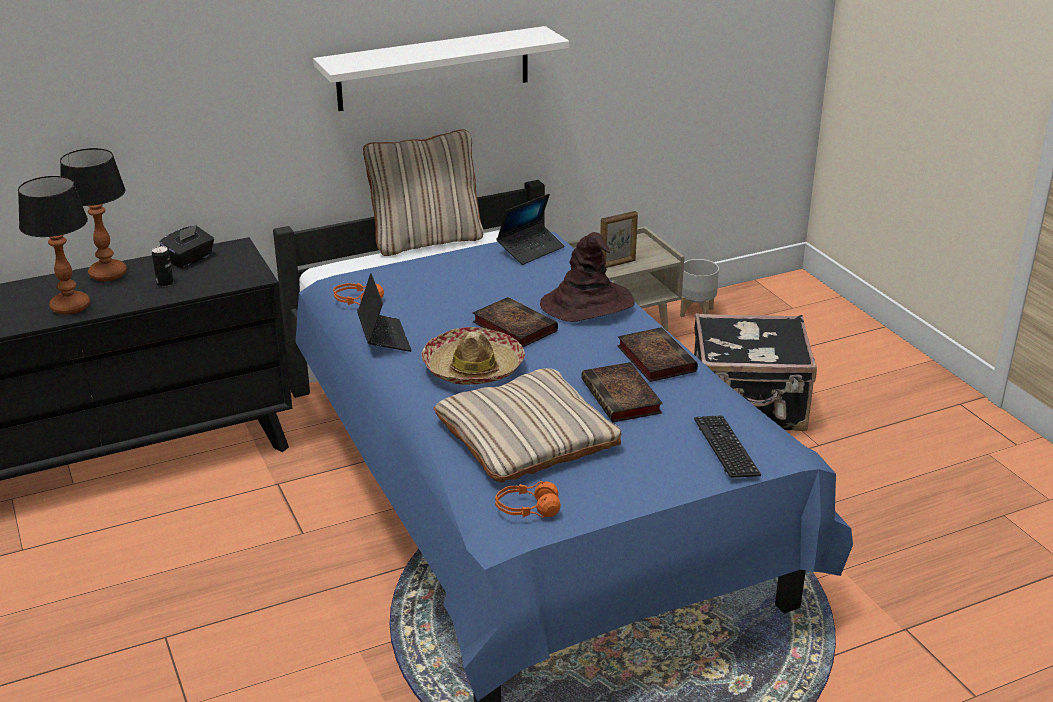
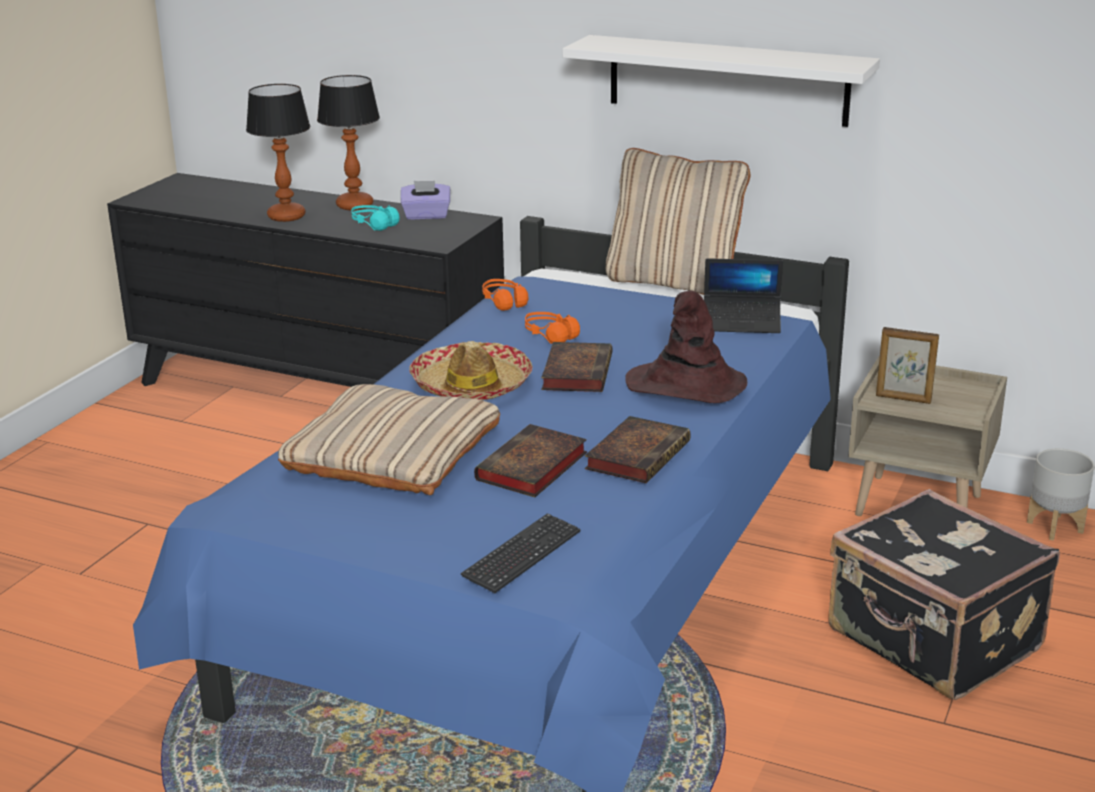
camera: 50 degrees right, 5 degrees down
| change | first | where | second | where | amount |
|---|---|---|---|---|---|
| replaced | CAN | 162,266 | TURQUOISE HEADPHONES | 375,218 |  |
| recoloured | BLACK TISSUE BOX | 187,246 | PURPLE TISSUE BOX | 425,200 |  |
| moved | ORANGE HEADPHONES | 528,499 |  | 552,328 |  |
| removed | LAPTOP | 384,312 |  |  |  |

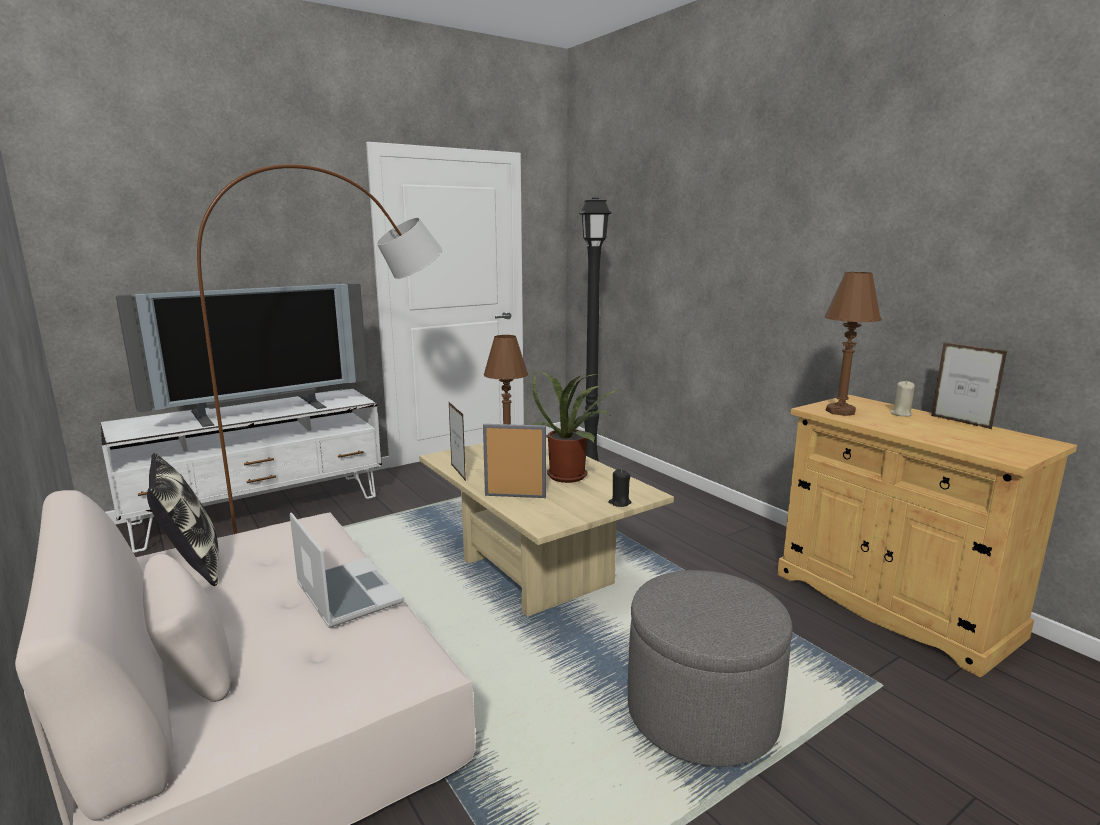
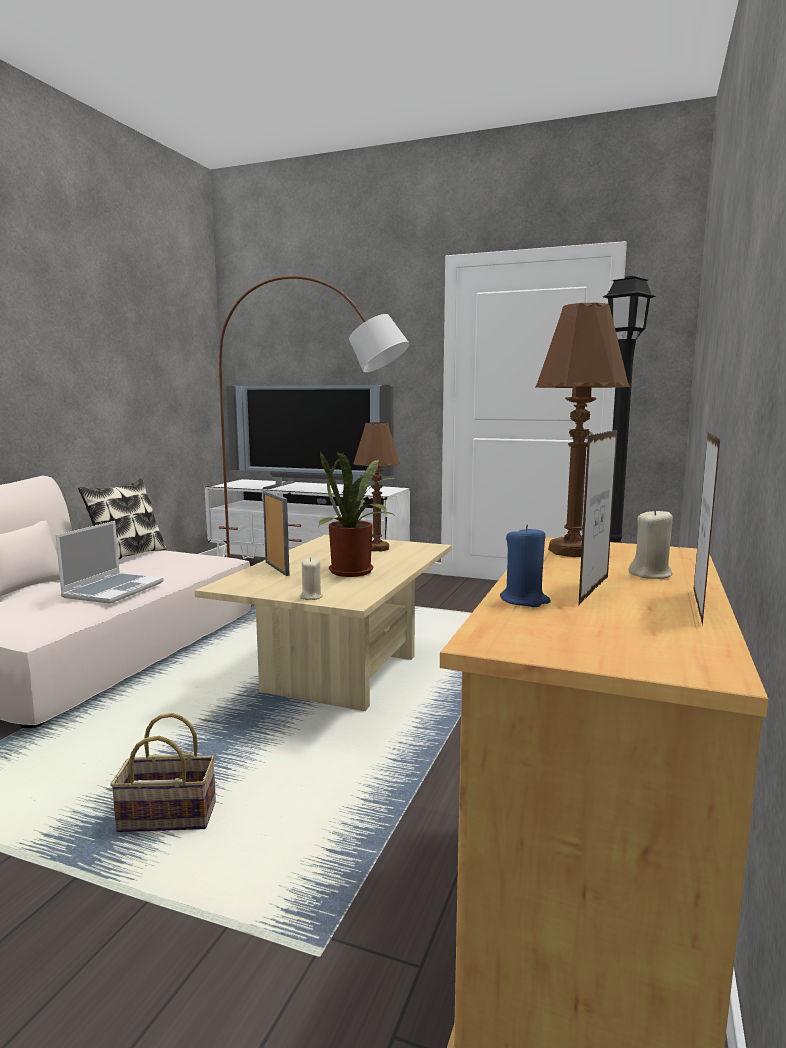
camera: 55 degrees right, 5 degrees down
| change | first | where | second | where | amount |
|---|---|---|---|---|---|
| replaced | GREY OTTOMAN | 710,668 | BASKET | 163,772 |  |
| recoloured | BLACK CANDLE | 620,488 | BEIGE CANDLE | 311,578 |  |
| added |  |  | BLUE CANDLE | 525,566 |  |
| moved | PICTURE FRAME | 457,441 |  | 597,518 |  |

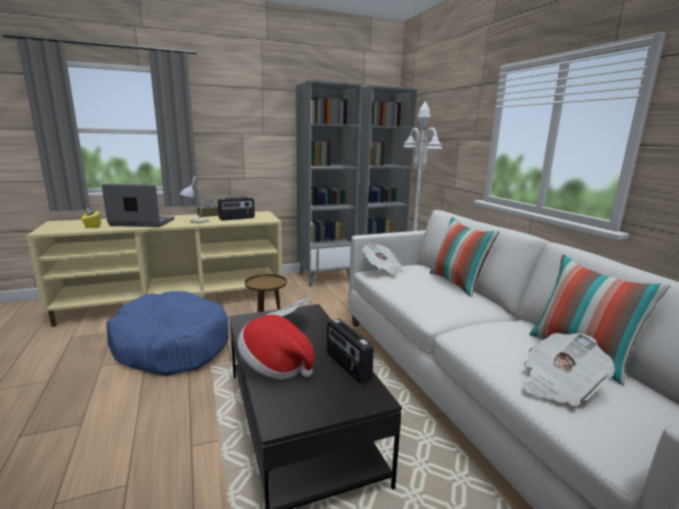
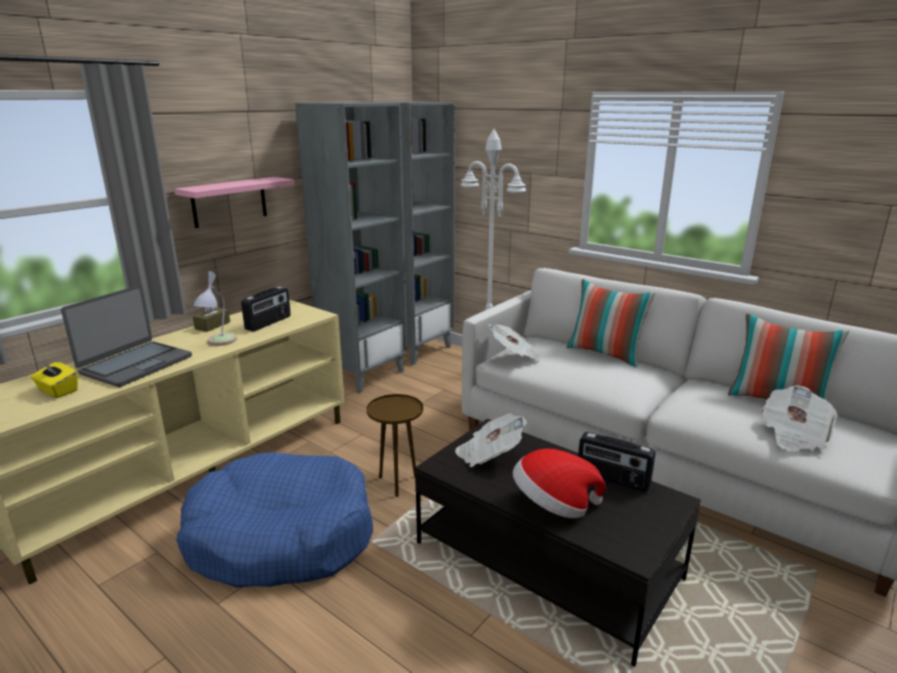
camera: 30 degrees left, 5 degrees up
| change | first | where | second | where | amount |
|---|---|---|---|---|---|
| turned | LAPTOP | 138,205 |  | 126,336 | 150 degrees clockwise |
| added |  |  | PINK SHELF | 234,202 |  |

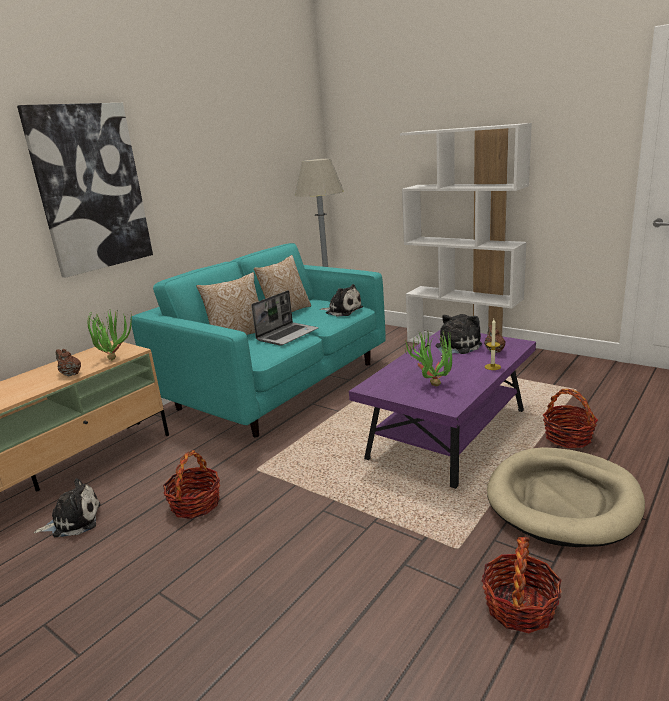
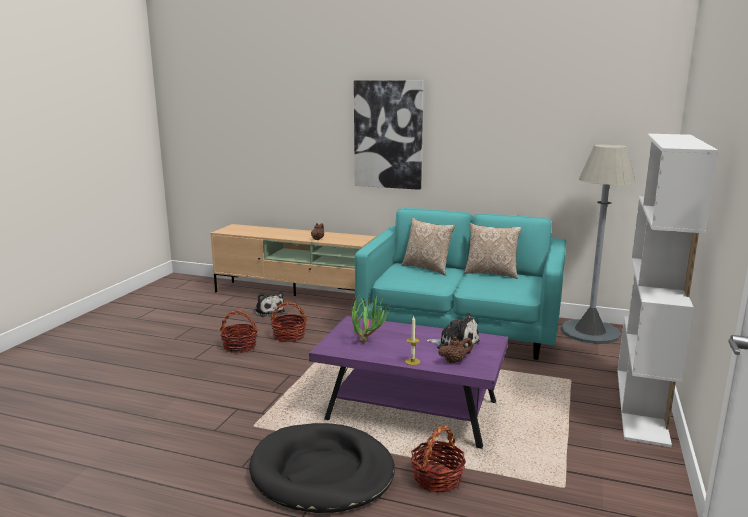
camera: 70 degrees right, 5 degrees down
| change | first | where | second | where | amount |
|---|---|---|---|---|---|
| moved | BASKET | 522,585 |  | 238,331 |  |
| recoloured | BEIGE DOG BED | 566,497 | BLACK DOG BED | 322,468 |  |
| removed | POTTED PLANT | 110,334 |  |  |  |
| removed | LAPTOP | 284,318 |  |  |  |
| removed | PLUSH TOY | 341,300 |  |  |  |

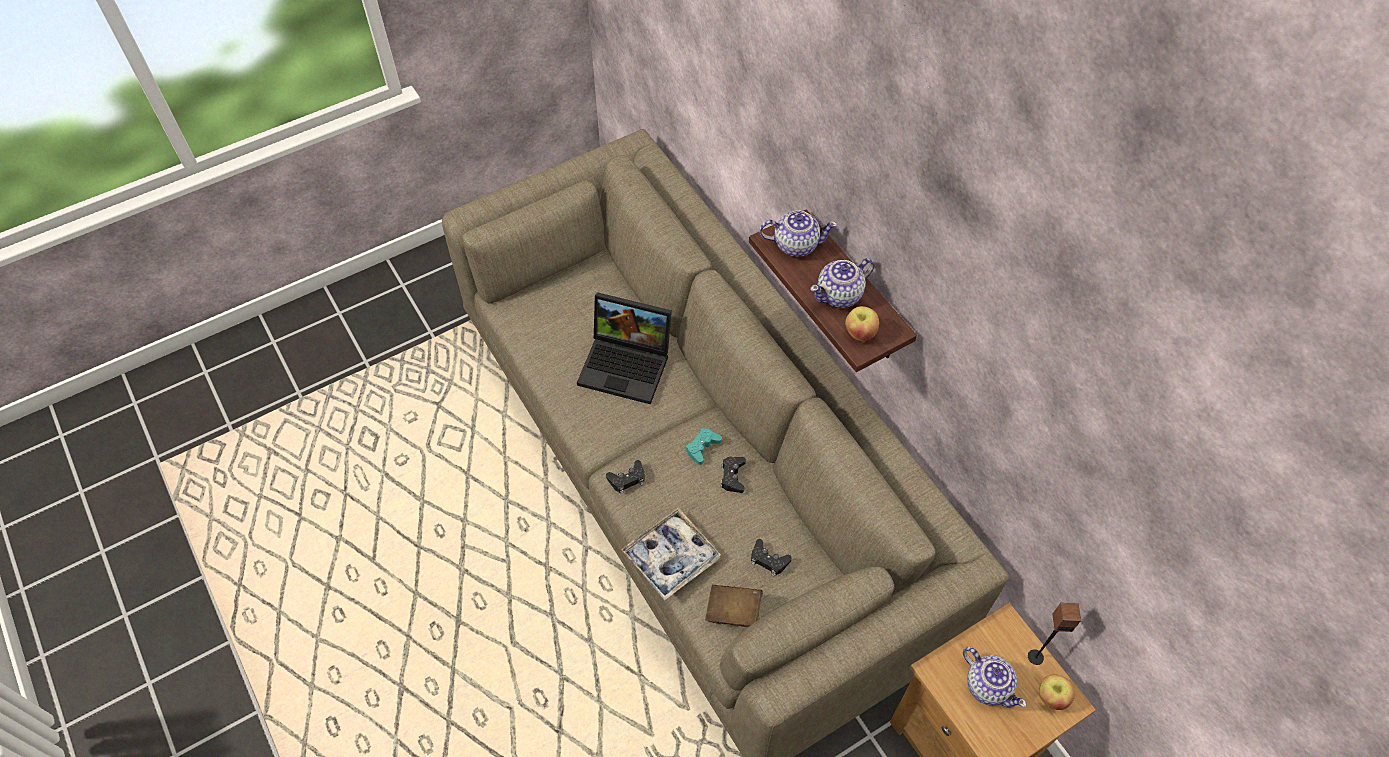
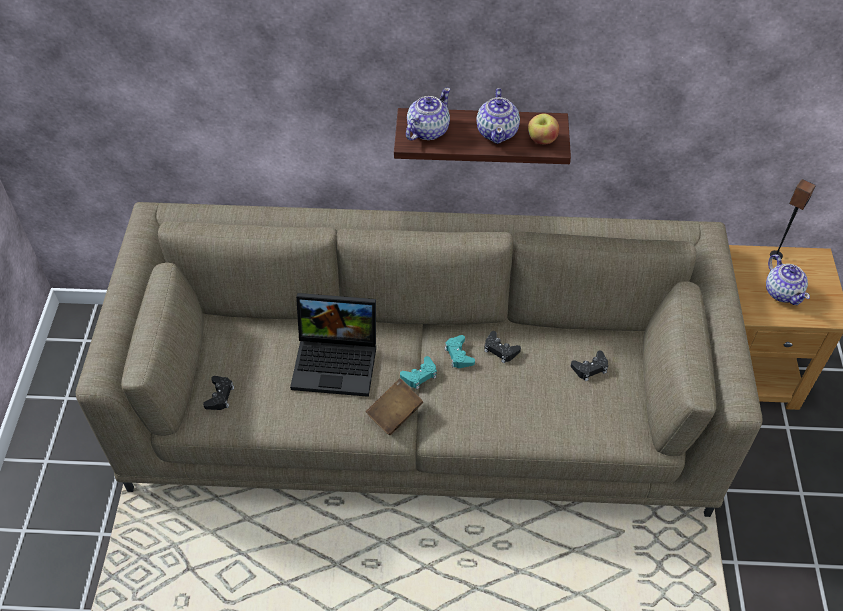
camera: 55 degrees left, 5 degrees down
| change | first | where | second | where | amount |
|---|---|---|---|---|---|
| moved | BLACK GAME CONTROLLER | 625,477 |  | 218,393 |  |
| turned | LAPTOP | 624,348 |  | 333,345 | 45 degrees clockwise |
| moved | BROWN BOOK | 734,606 |  | 394,407 |  |
| added |  |  | TURQUOISE GAME CONTROLLER | 418,372 |  |
| turned | TEAPOT | 995,677 |  | 788,280 | 75 degrees clockwise |
| removed | TRAY | 671,554 |  |  |  |
| removed | APPLE | 1056,692 |  |  |  |

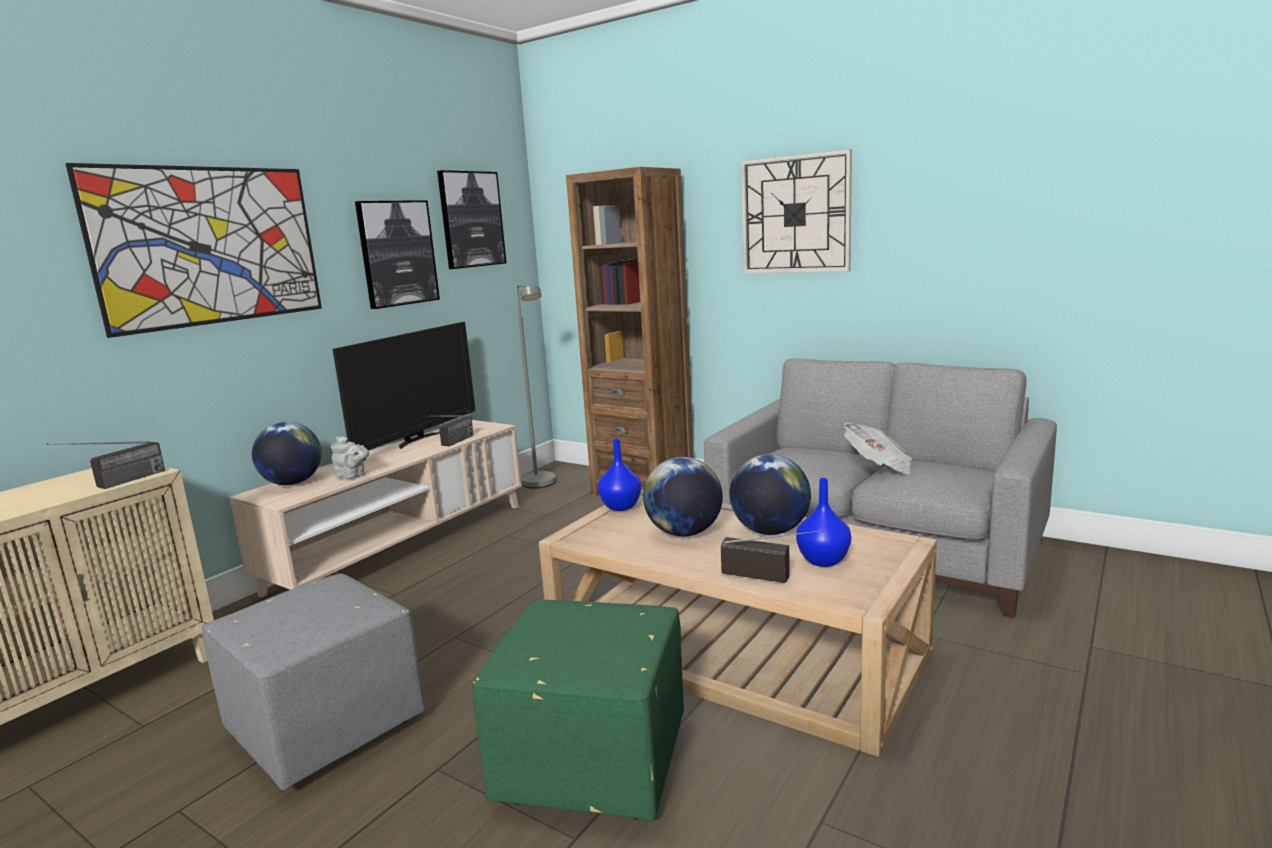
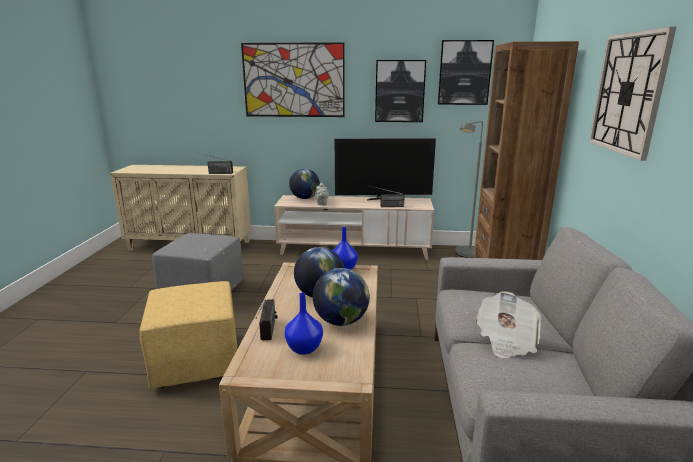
camera: 60 degrees right, 5 degrees up
| change | first | where | second | where | amount |
|---|---|---|---|---|---|
| recoloured | GREEN OTTOMAN | 578,710 | YELLOW OTTOMAN | 188,335 |  |

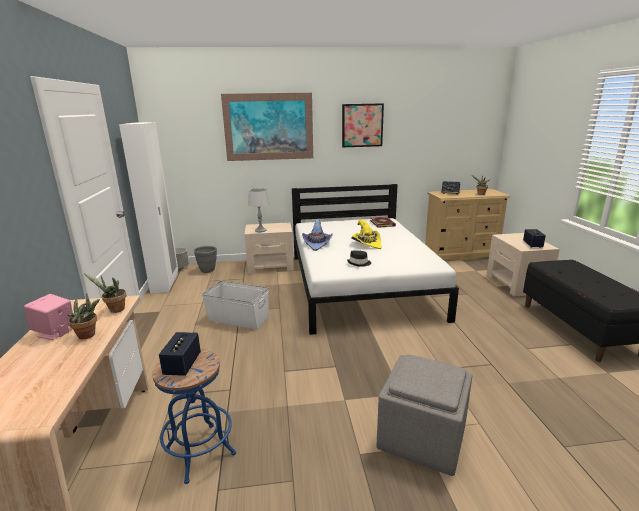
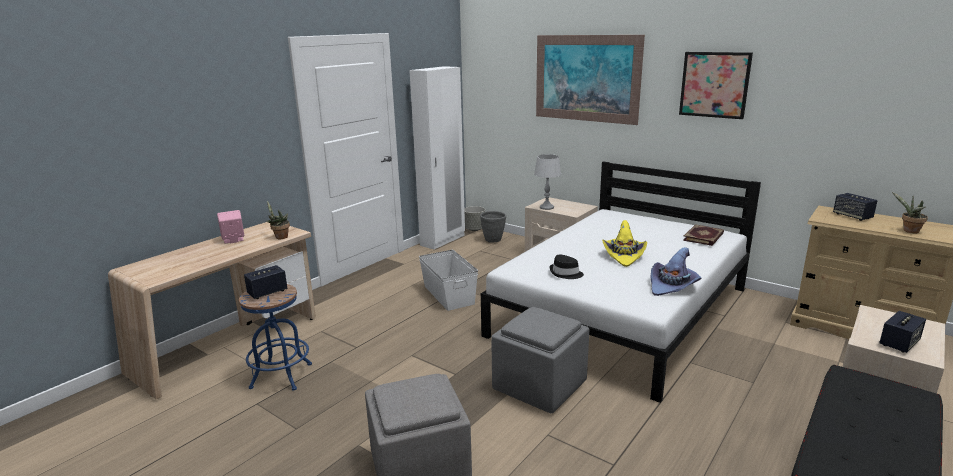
camera: 45 degrees right, 0 degrees up
| change | first | where | second | where | amount |
|---|---|---|---|---|---|
| added |  |  | GREY OTTOMAN | 540,360 |  |
| moved | PURPLE HAT | 317,235 |  | 676,271 |  |
| removed | POTTED PLANT | 84,316 |  |  |  |

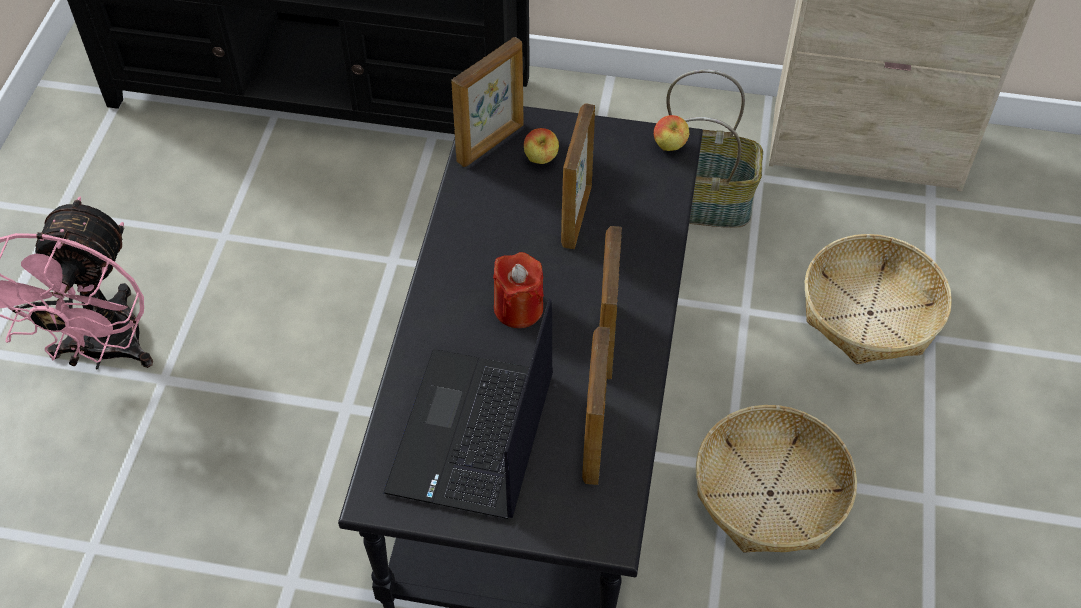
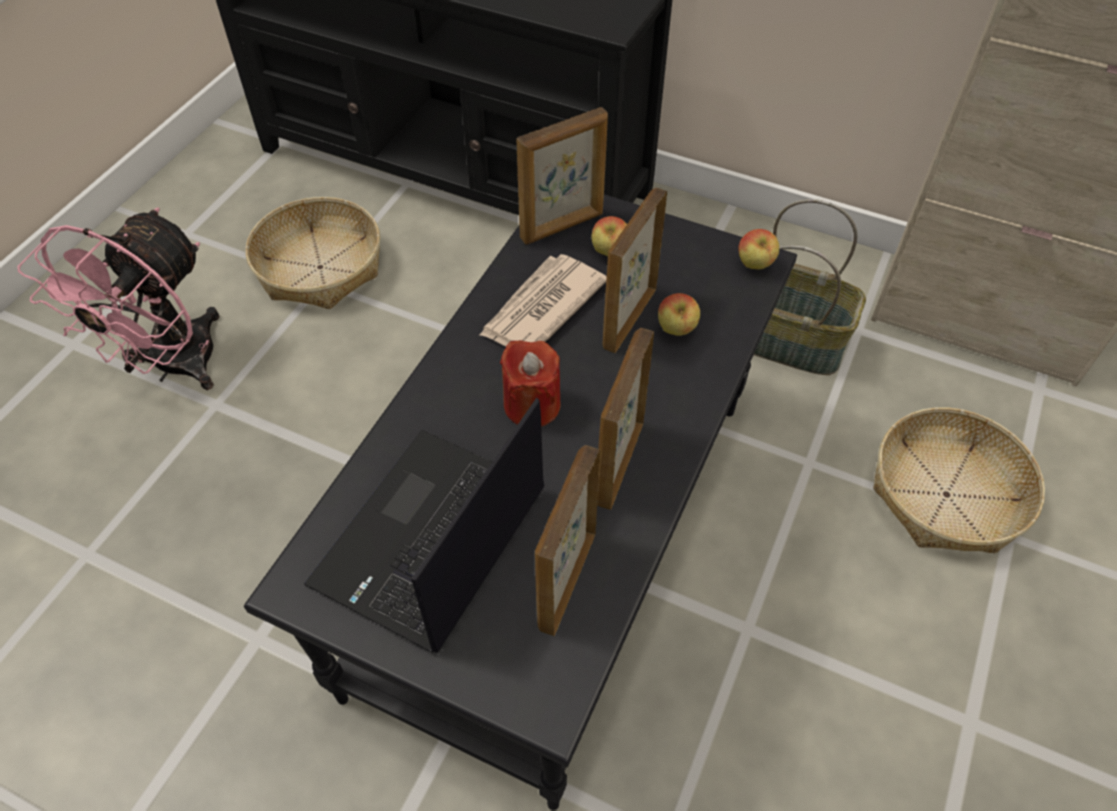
camera: 15 degrees right, 0 degrees up
| change | first | where | second | where | amount |
|---|---|---|---|---|---|
| moved | BASKET | 776,478 |  | 313,253 |  |
| added |  |  | NEWSPAPER | 543,300 |  |
| added |  |  | APPLE | 679,314 |  |

